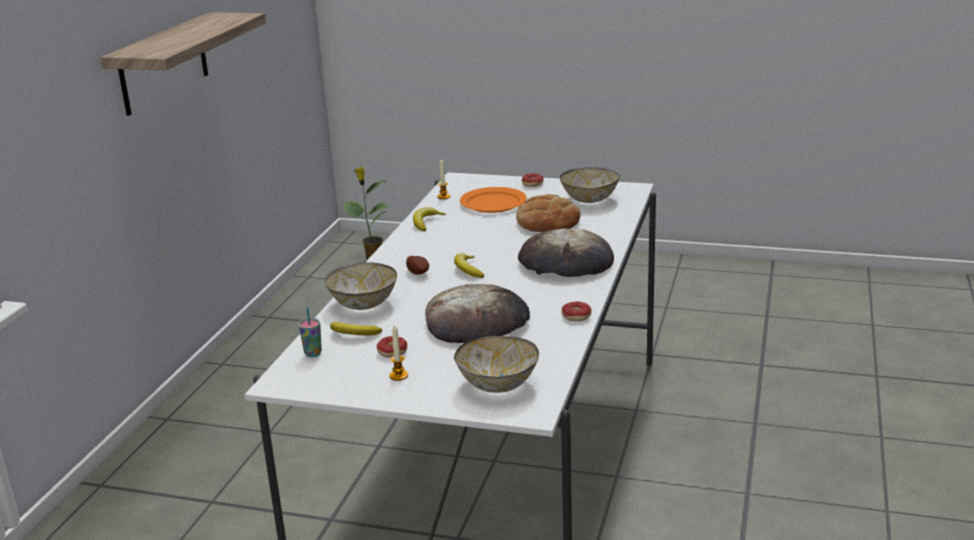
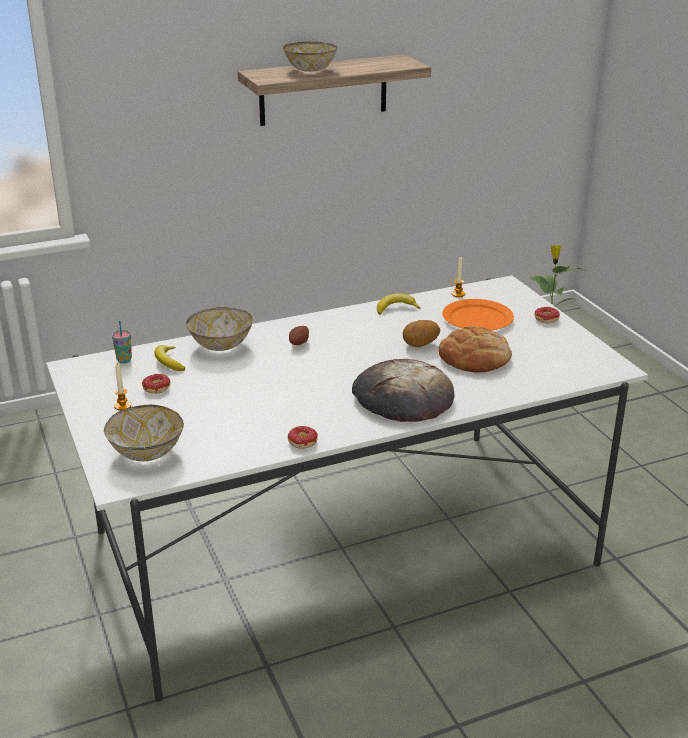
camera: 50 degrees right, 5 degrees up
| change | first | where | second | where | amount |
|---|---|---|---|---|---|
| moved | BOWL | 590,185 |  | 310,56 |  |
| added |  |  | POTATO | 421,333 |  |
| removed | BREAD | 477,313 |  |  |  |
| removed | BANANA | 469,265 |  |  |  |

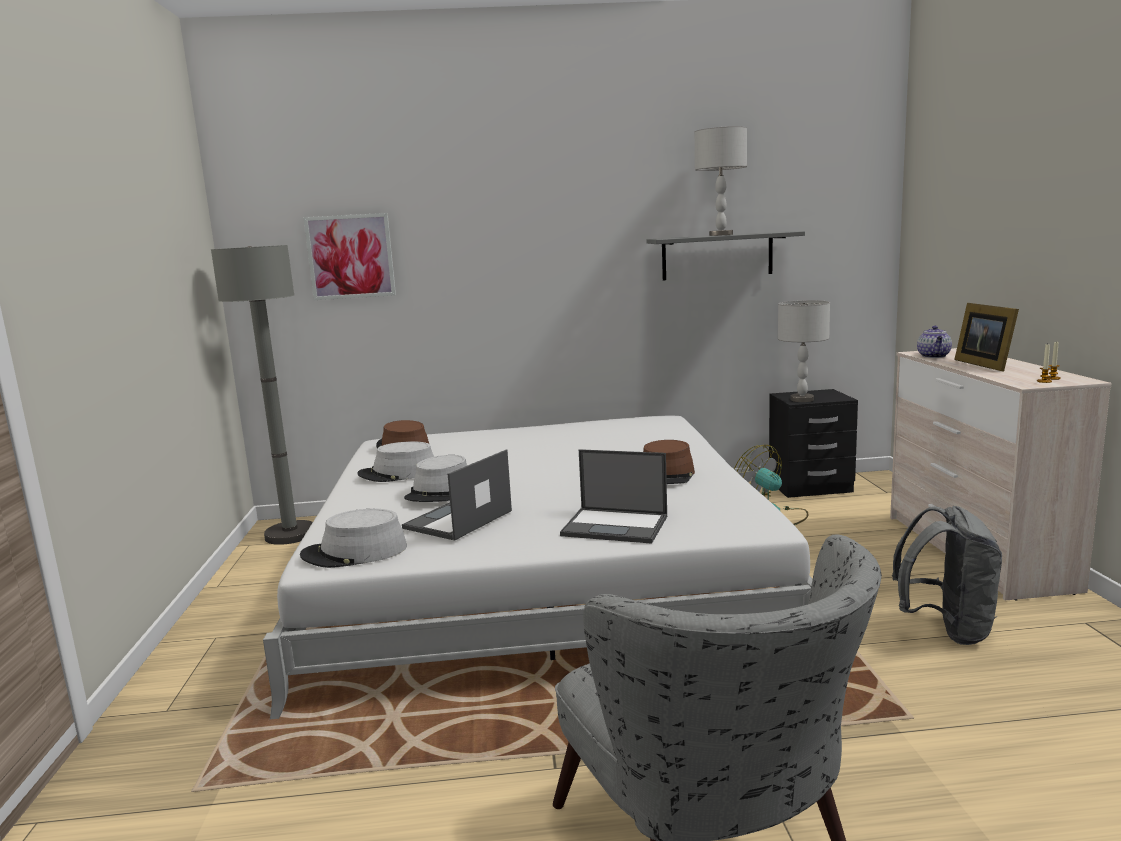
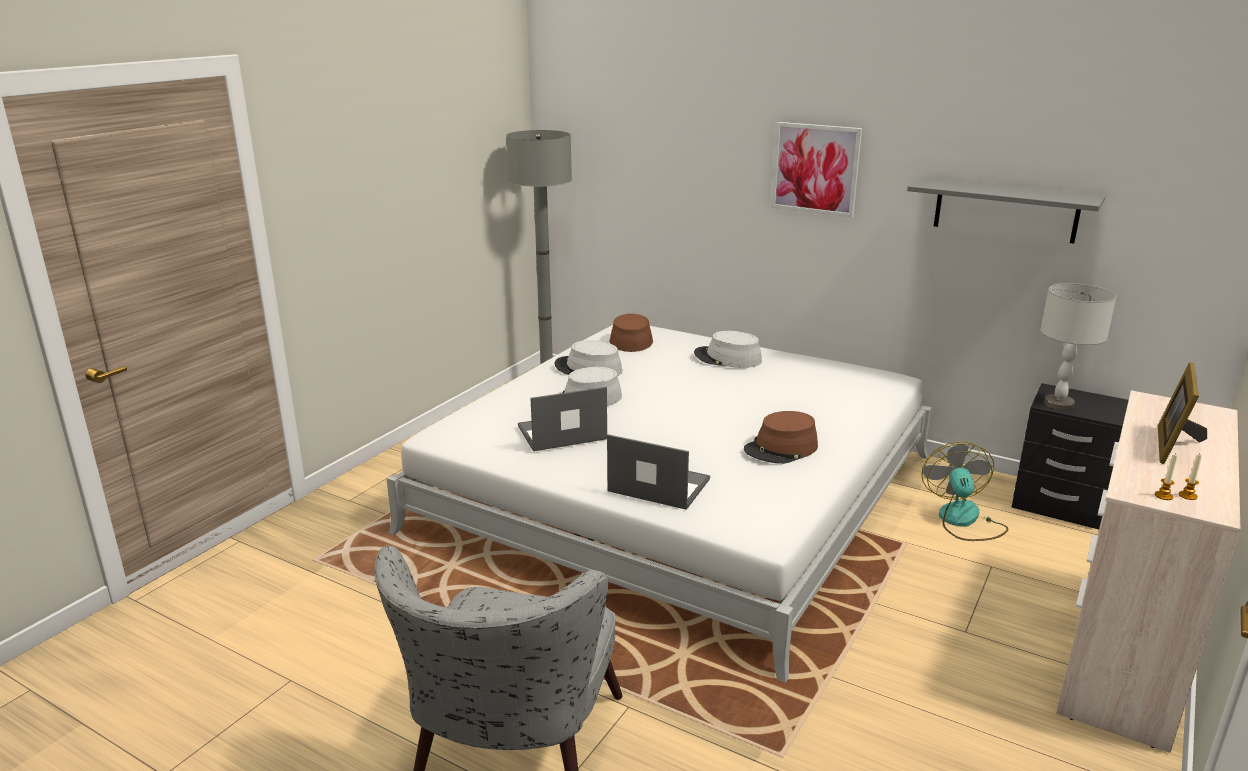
camera: 35 degrees right, 10 degrees up
| change | first | where | second | where | amount |
|---|---|---|---|---|---|
| turned | LAPTOP | 613,496 |  | 658,472 | 150 degrees clockwise |
| moved | GREY HAT | 353,538 |  | 728,349 |  |
| moved | PICTURE | 349,256 |  | 816,169 |  |
| removed | GREY TABLE LAMP | 721,181 |  |  |  |
| removed | GREY BACKPACK | 947,575 |  |  |  |
| removed | TEAPOT | 934,342 |  |  |  |

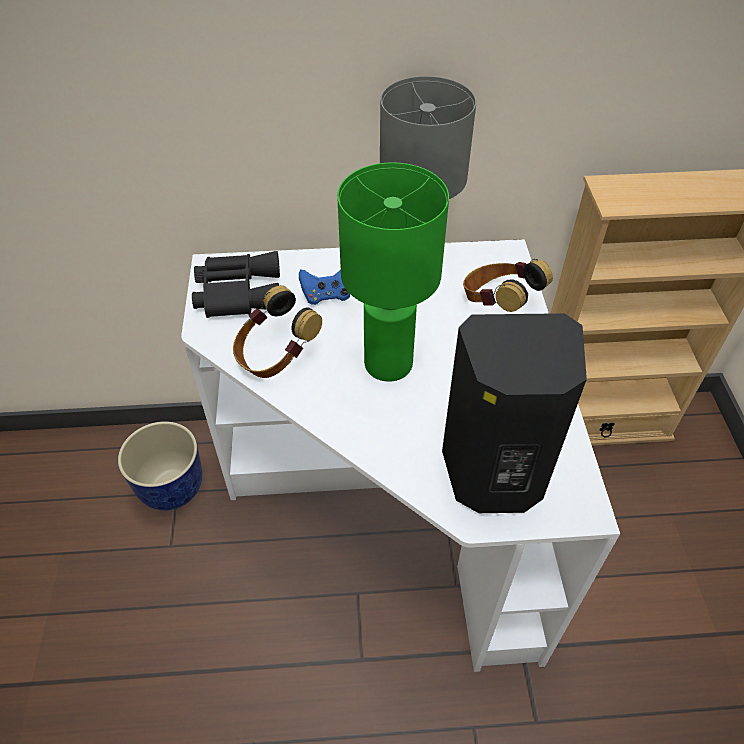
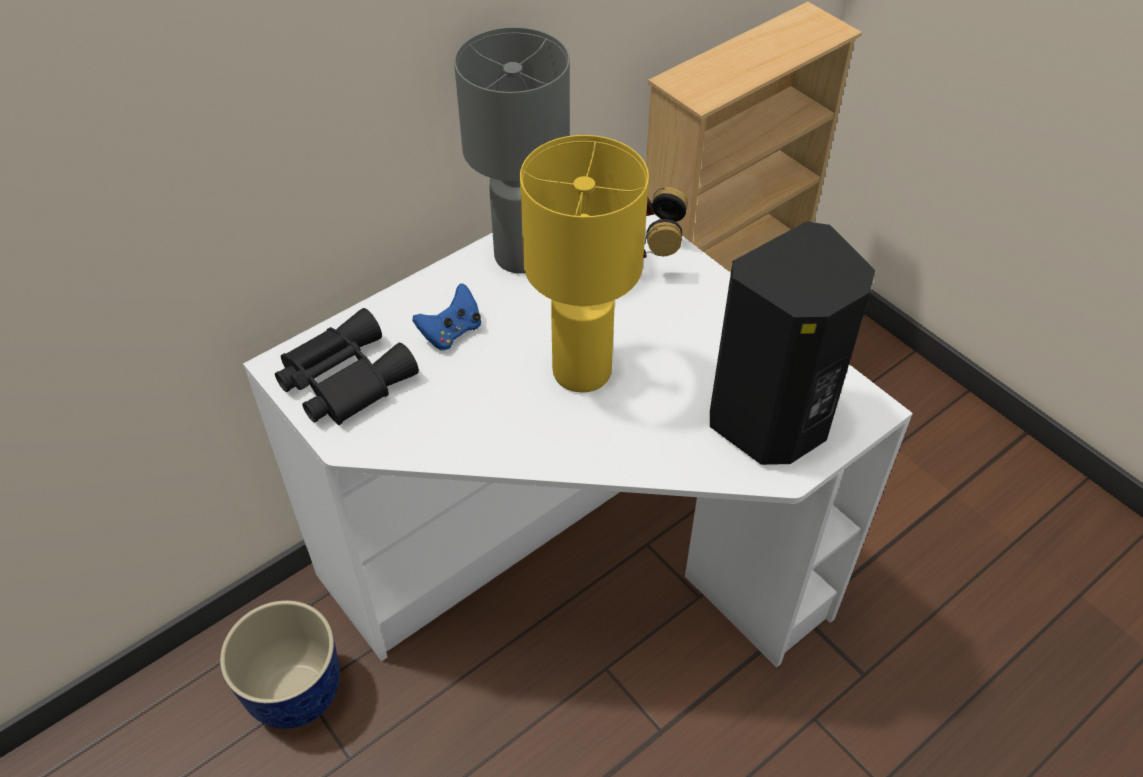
camera: 35 degrees left, 0 degrees up
| change | first | where | second | where | amount |
|---|---|---|---|---|---|
| recoloured | GREEN TABLE LAMP | 393,272 | YELLOW TABLE LAMP | 584,264 |  |
| removed | HEADPHONES | 277,331 |  |  |  |

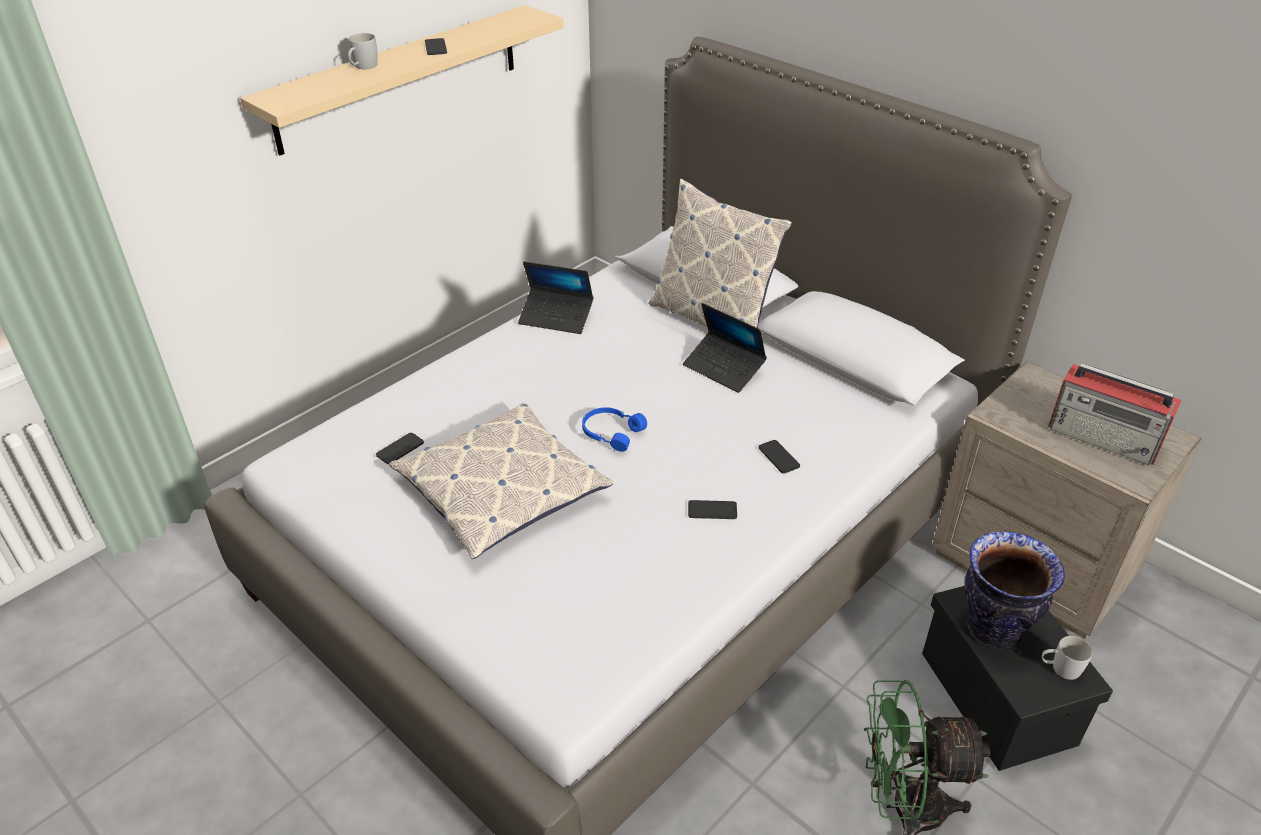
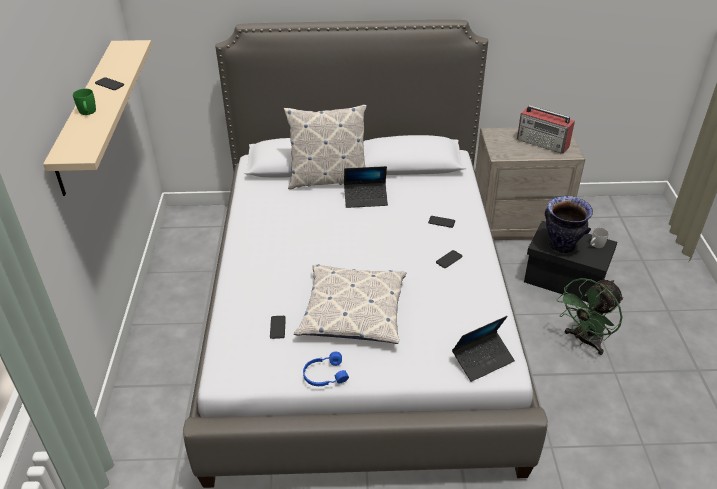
camera: 45 degrees left, 0 degrees up
| change | first | where | second | where | amount |
|---|---|---|---|---|---|
| recoloured | WHITE MUG | 363,51 | GREEN MUG | 84,102 |  |
| moved | BLUE HEADPHONES | 614,429 |  | 326,369 |  |
| moved | LAPTOP | 556,298 |  | 483,349 |  |
| turned | RADIO | 1114,414 |  | 546,129 | 45 degrees clockwise |

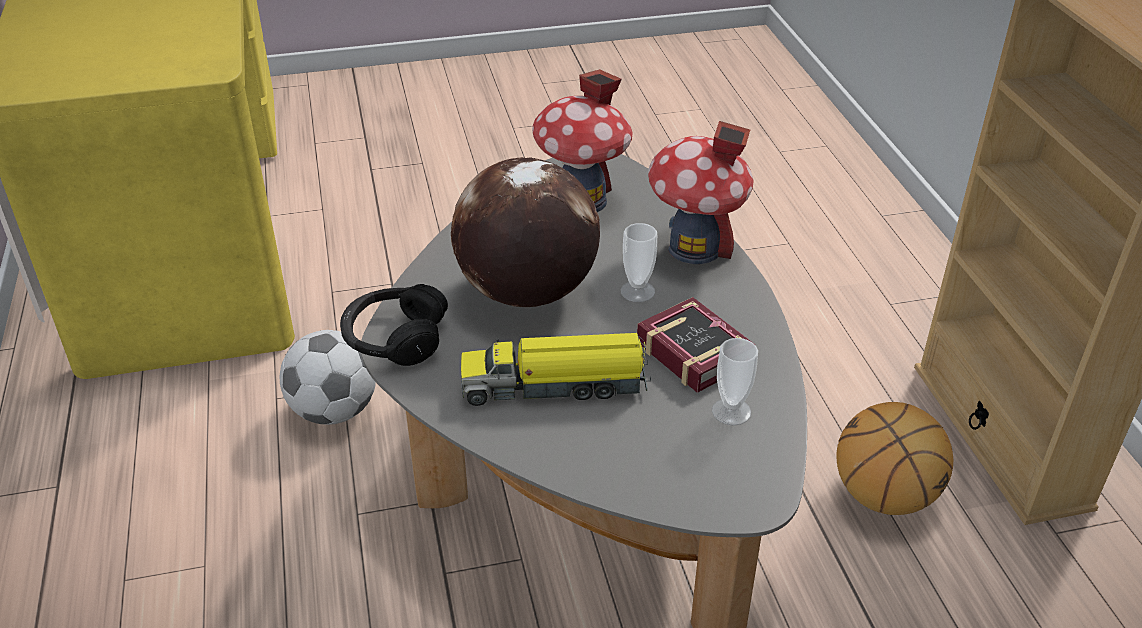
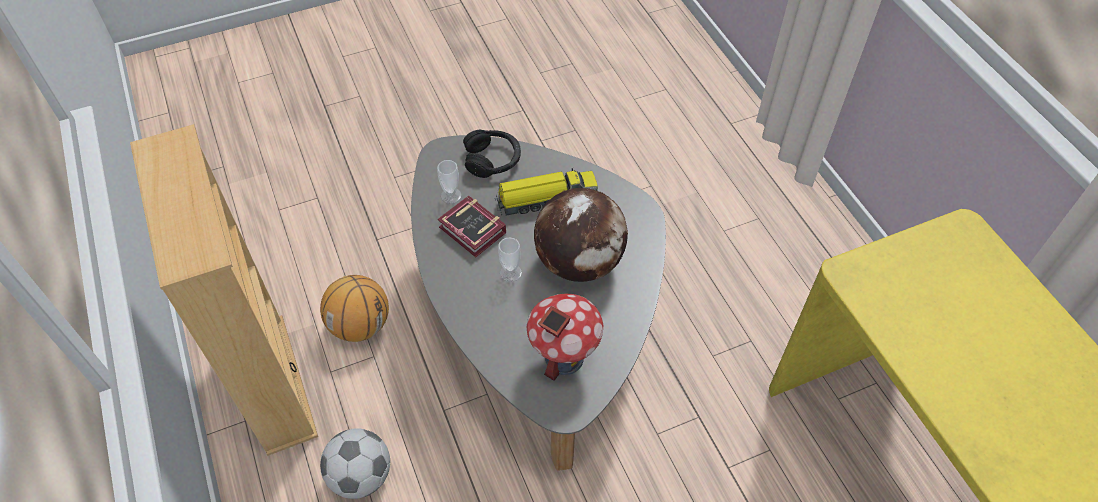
camera: 170 degrees right, 15 degrees up
| change | first | where | second | where | amount |
|---|---|---|---|---|---|
| moved | FOOTBALL | 328,377 |  | 355,463 |  |
| moved | BLACK HEADPHONES | 394,325 |  | 492,154 |  |
| removed | TOY HOUSE | 701,192 |  |  |  |

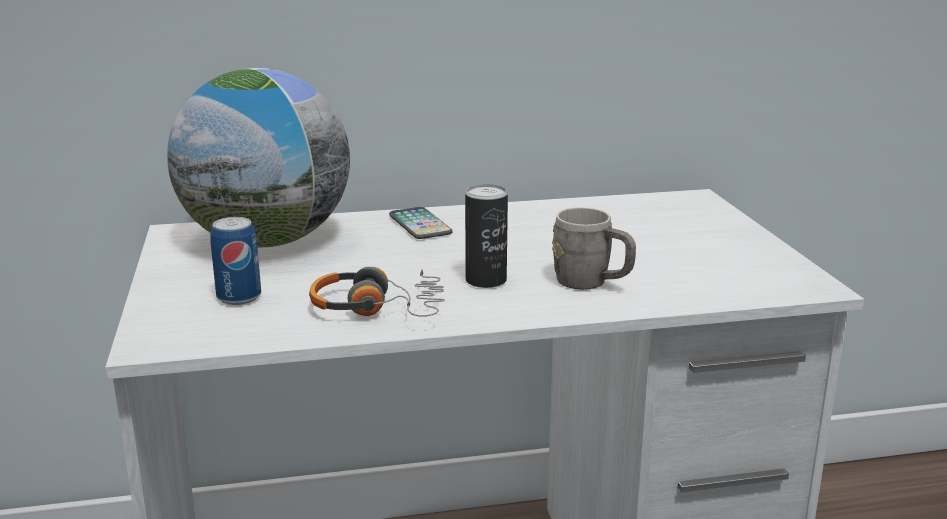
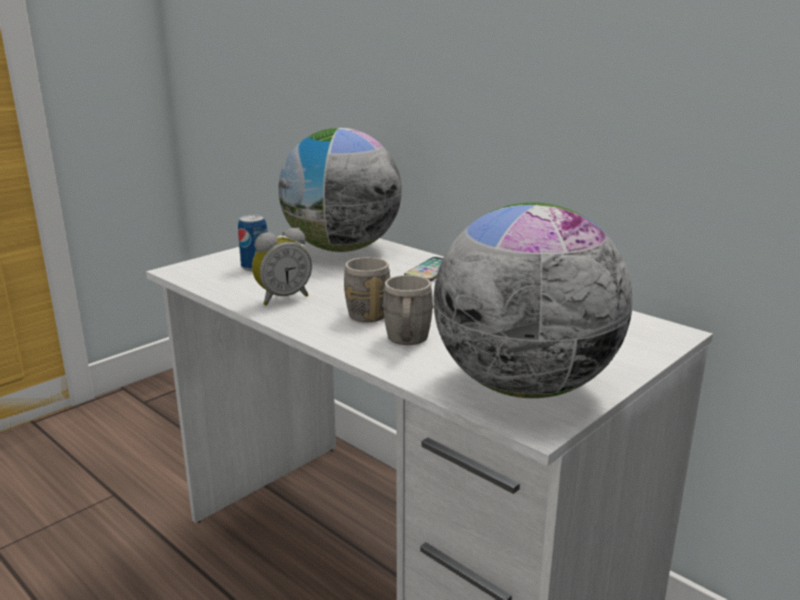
camera: 55 degrees right, 0 degrees up
| change | first | where | second | where | amount |
|---|---|---|---|---|---|
| replaced | HEADPHONES | 377,292 | ALARM CLOCK | 282,267 |  |
| replaced | CAN | 486,236 | GREY MUG | 367,289 |  |
| added |  |  | GLOBE | 532,300 |  |

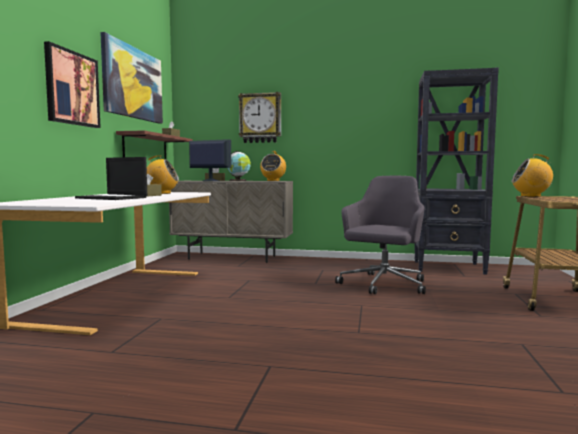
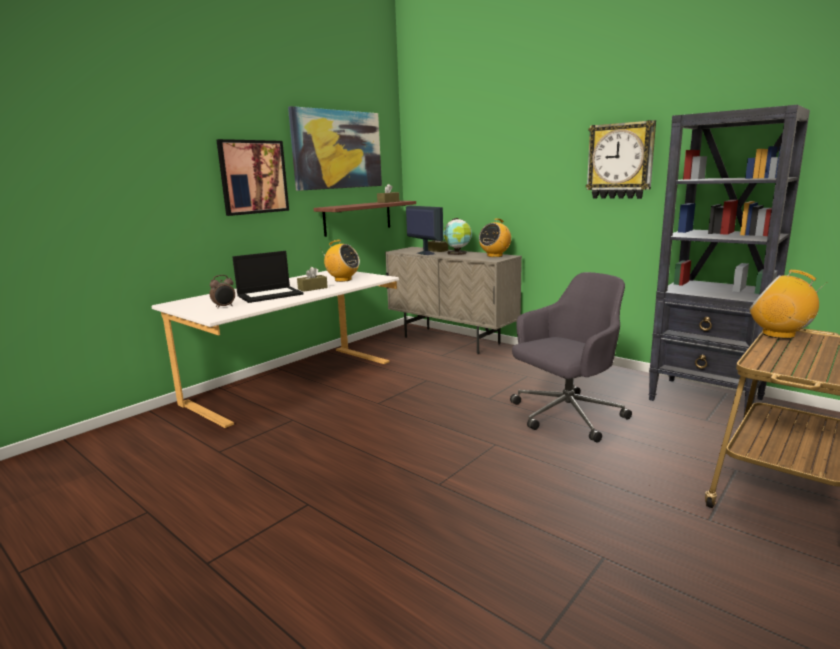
camera: 30 degrees right, 10 degrees up
| change | first | where | second | where | amount |
|---|---|---|---|---|---|
| added |  |  | ALARM CLOCK | 222,291 |  |
| turned | LAPTOP | 111,178 |  | 267,277 | 90 degrees counterclockwise |
| moved | WALL CLOCK | 259,117 |  | 621,159 |  |

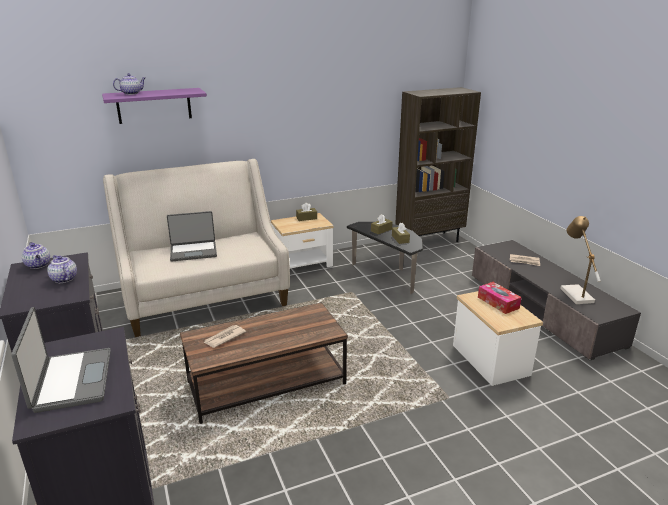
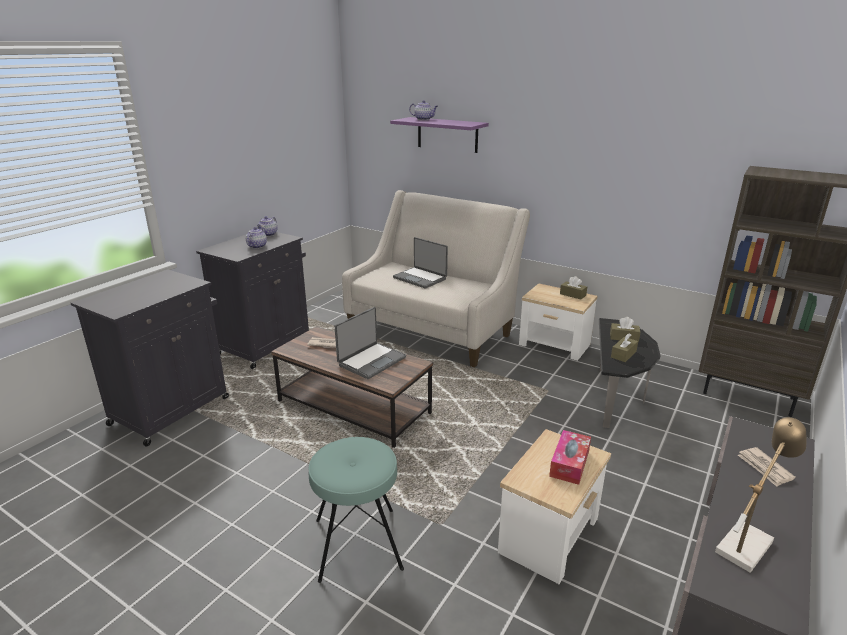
camera: 55 degrees right, 0 degrees up
| change | first | where | second | where | amount |
|---|---|---|---|---|---|
| added |  |  | TURQUOISE STOOL | 356,510 |  |
| moved | LAPTOP | 61,360 |  | 370,343 |  |

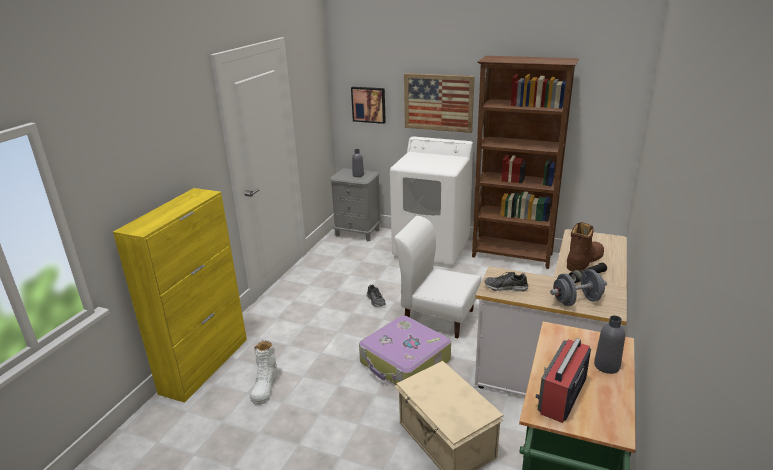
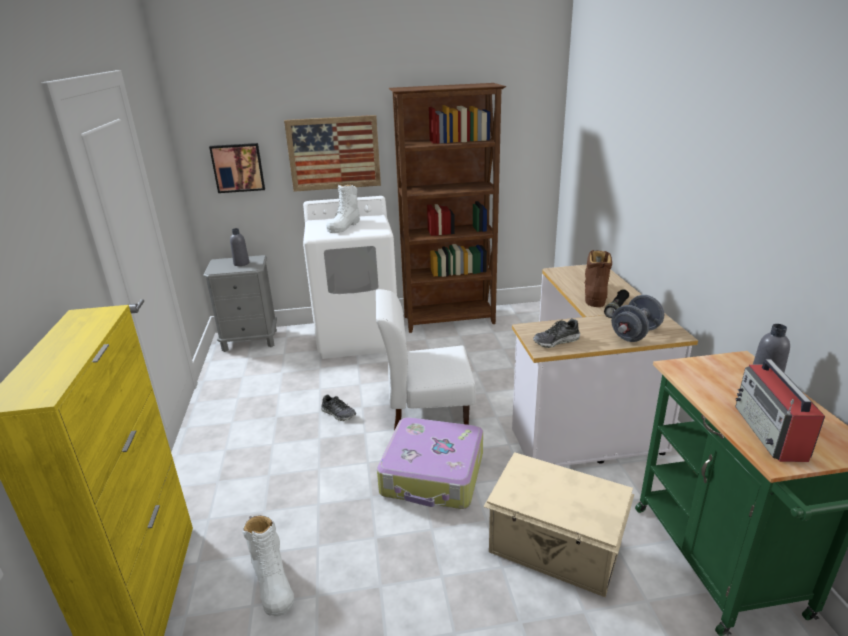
camera: 30 degrees left, 0 degrees up
| change | first | where | second | where | amount |
|---|---|---|---|---|---|
| added |  |  | WHITE BOOT | 343,209 |  |

